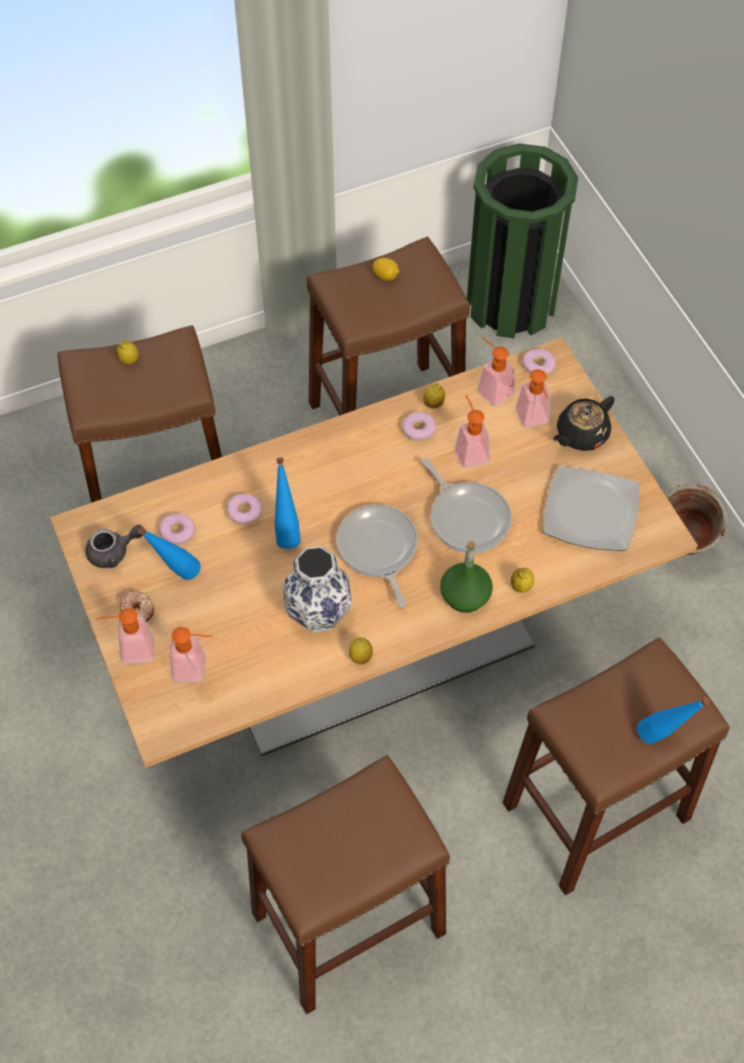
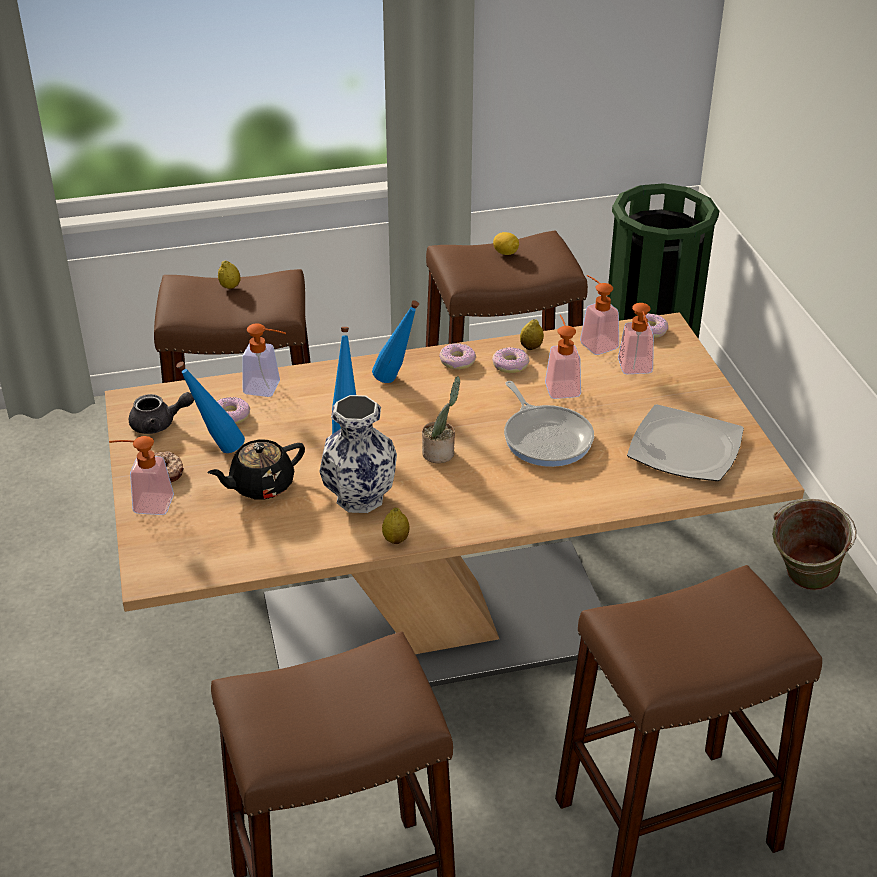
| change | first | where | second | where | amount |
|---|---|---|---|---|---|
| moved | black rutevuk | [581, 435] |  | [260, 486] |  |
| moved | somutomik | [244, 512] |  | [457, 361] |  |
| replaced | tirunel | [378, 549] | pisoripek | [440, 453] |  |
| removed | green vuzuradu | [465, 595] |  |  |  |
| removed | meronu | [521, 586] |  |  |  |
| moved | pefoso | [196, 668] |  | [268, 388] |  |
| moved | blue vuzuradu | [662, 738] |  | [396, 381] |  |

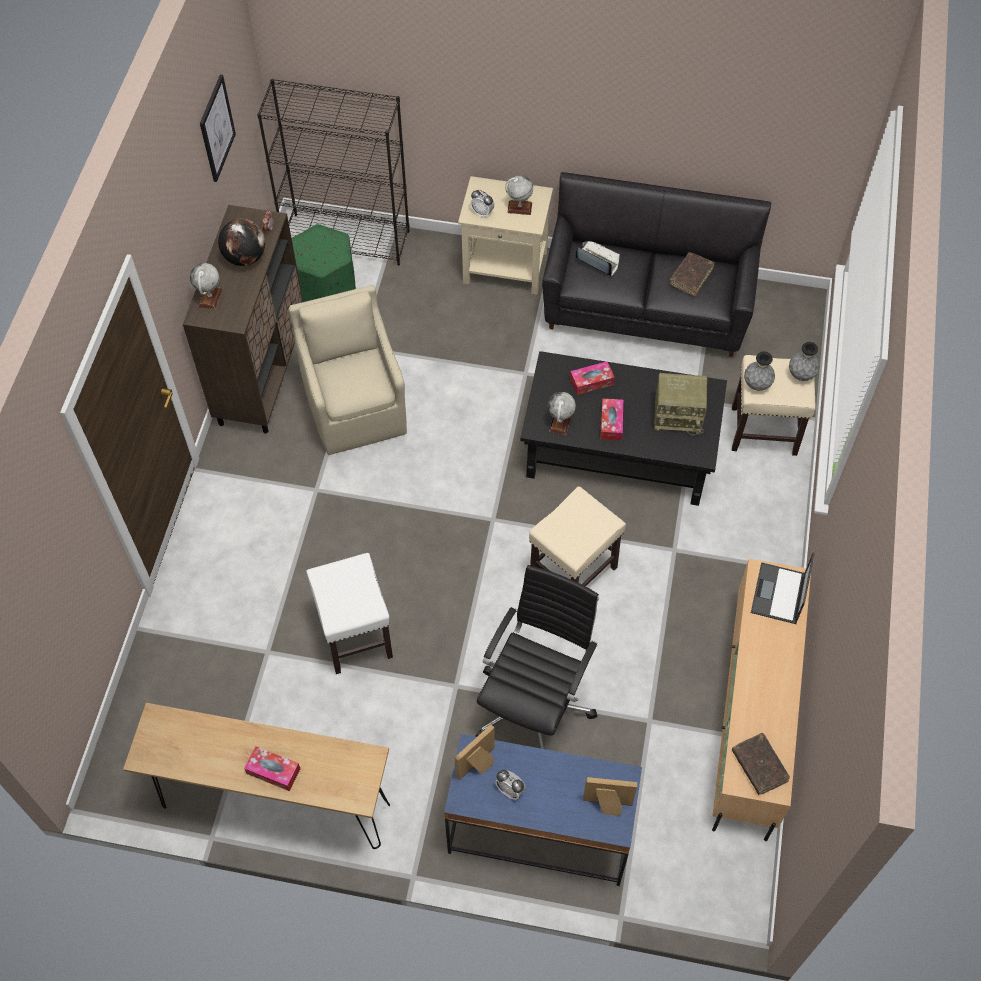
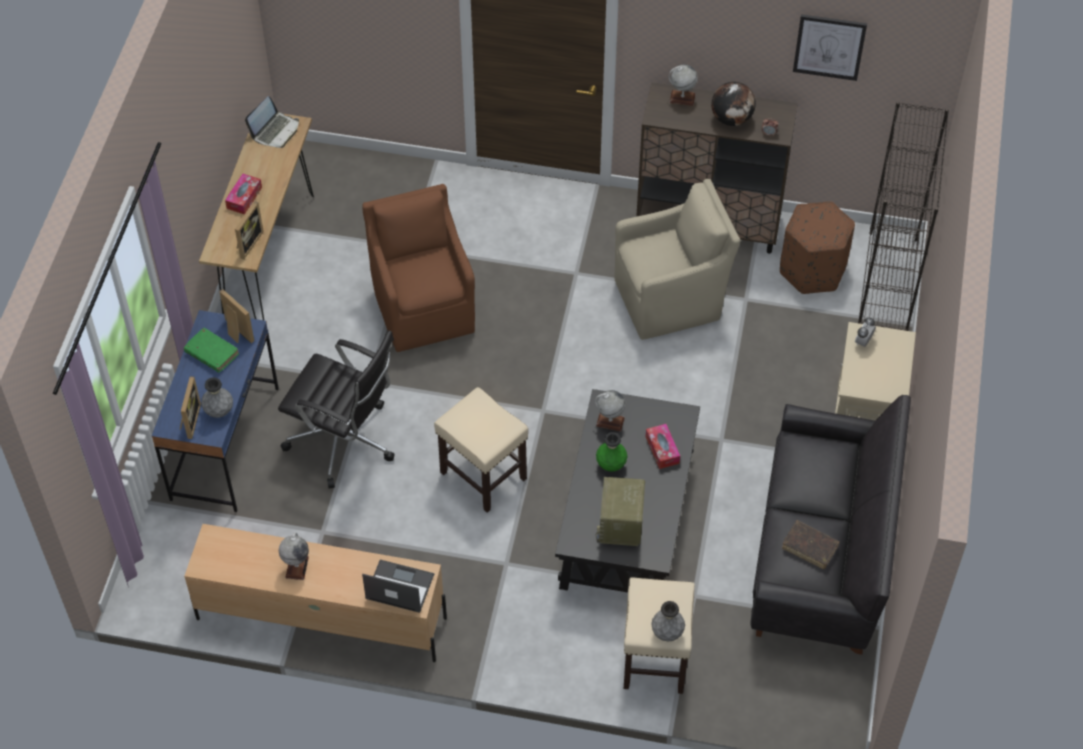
| change | first | where | second | where | amount |
|---|---|---|---|---|---|
| moved | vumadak | [519, 208] |  | [297, 567] |  |
| recoloured | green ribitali | [326, 293] | brown ribitali | [813, 270] |  |
| moved | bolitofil | [597, 261] |  | [275, 131] |  |
| moved | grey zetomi | [756, 384] |  | [219, 411] |  |
| replaced | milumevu | [611, 423] | green zetomi | [611, 465] |  |
| replaced | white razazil | [355, 634] | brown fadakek | [423, 307] |  |
| removed | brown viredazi | [759, 766] |  |  |  |
| replaced | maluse | [510, 790] | green viredazi | [212, 354] |  |
| added |  |  | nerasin | [247, 243] |  |

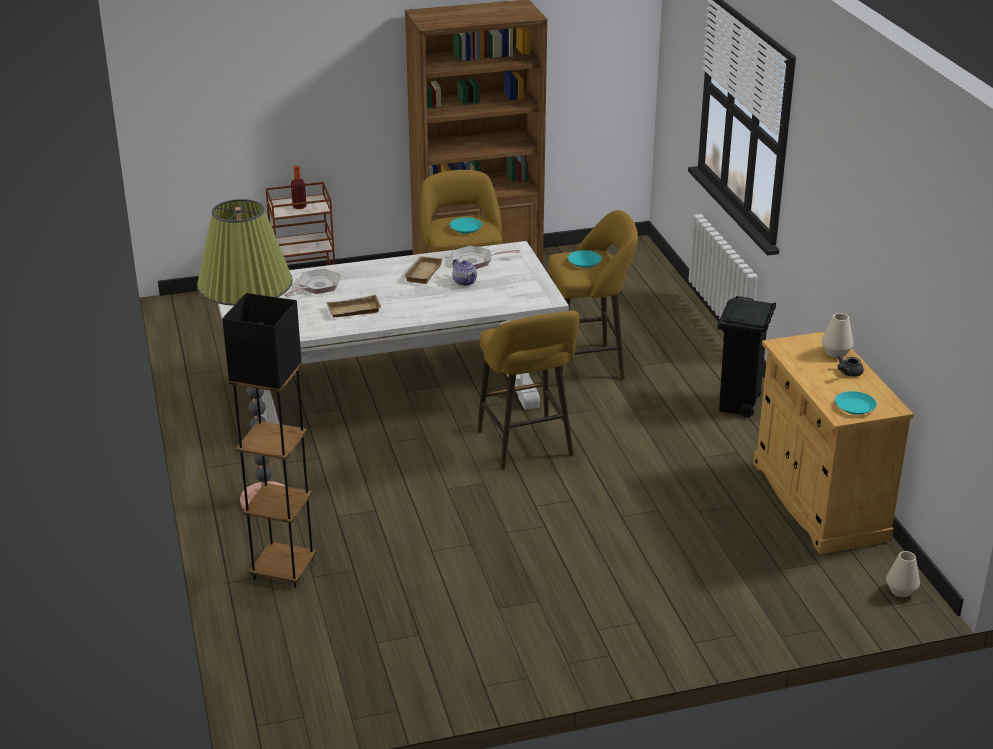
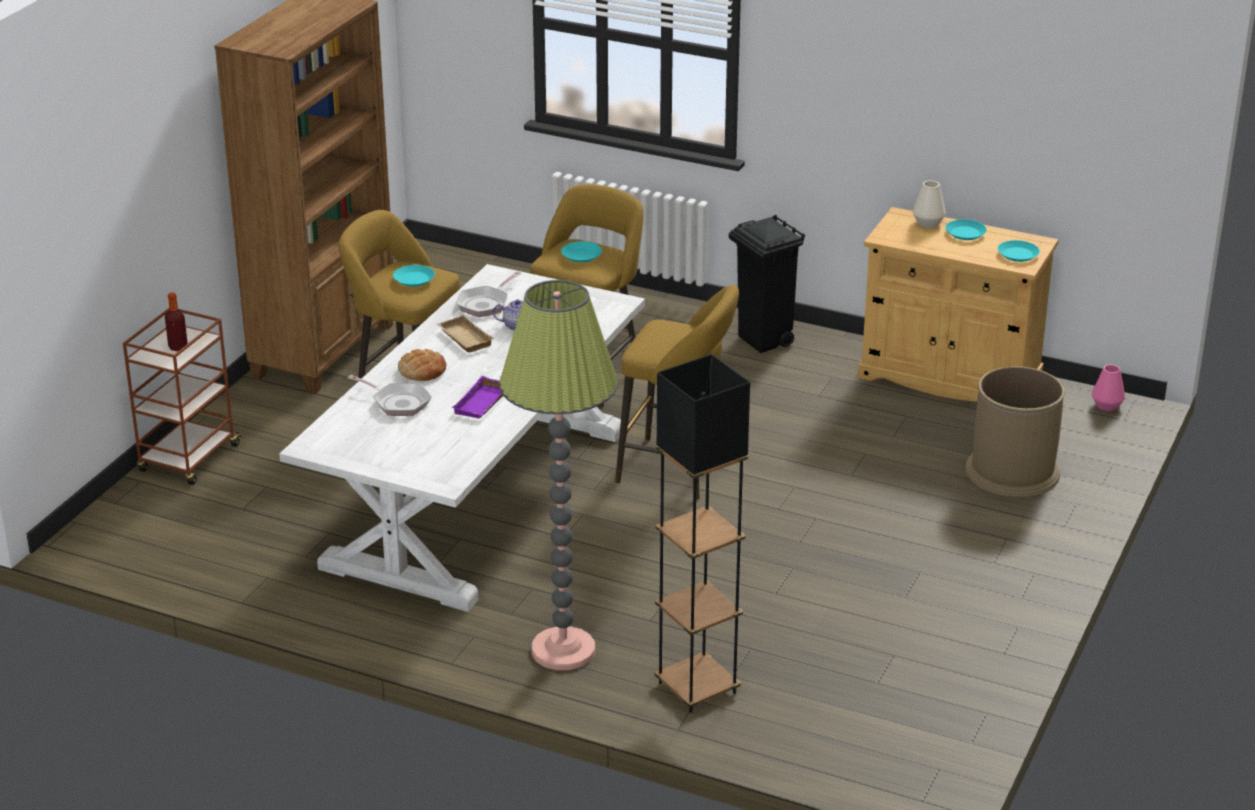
| change | first | where | second | where | amount |
|---|---|---|---|---|---|
| turned | tirunel | [317, 286] |  | [397, 402] | 135 degrees clockwise |
| recoloured | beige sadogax | [353, 311] | purple sadogax | [483, 404] |  |
| replaced | grey rutevuk | [848, 373] | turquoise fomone | [966, 233] |  |
| recoloured | white zetomi | [901, 590] | pink zetomi | [1107, 406] |  |
| added |  |  | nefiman | [422, 370] |  |
| added |  |  | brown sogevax | [1012, 471] |  |

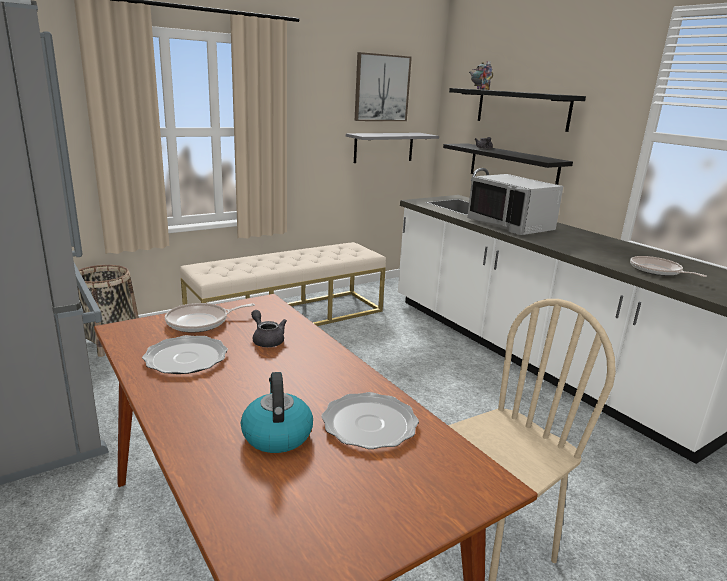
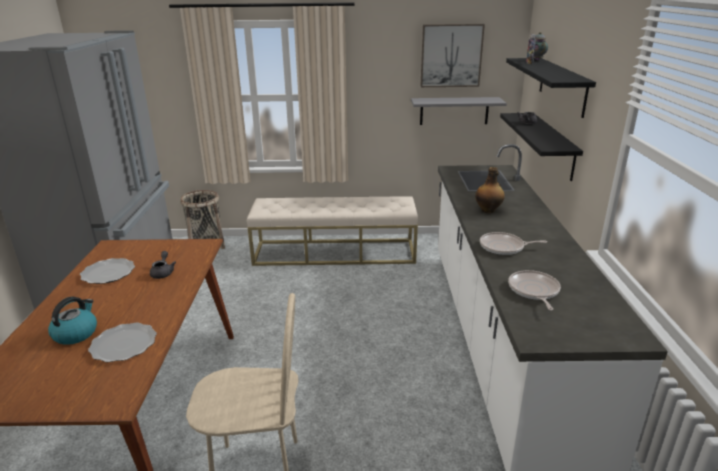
| change | first | where | second | where | amount |
|---|---|---|---|---|---|
| replaced | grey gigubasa | [511, 226] | vuzuradu | [488, 210] |  |
| moved | tirunel | [201, 322] |  | [504, 247] |  |

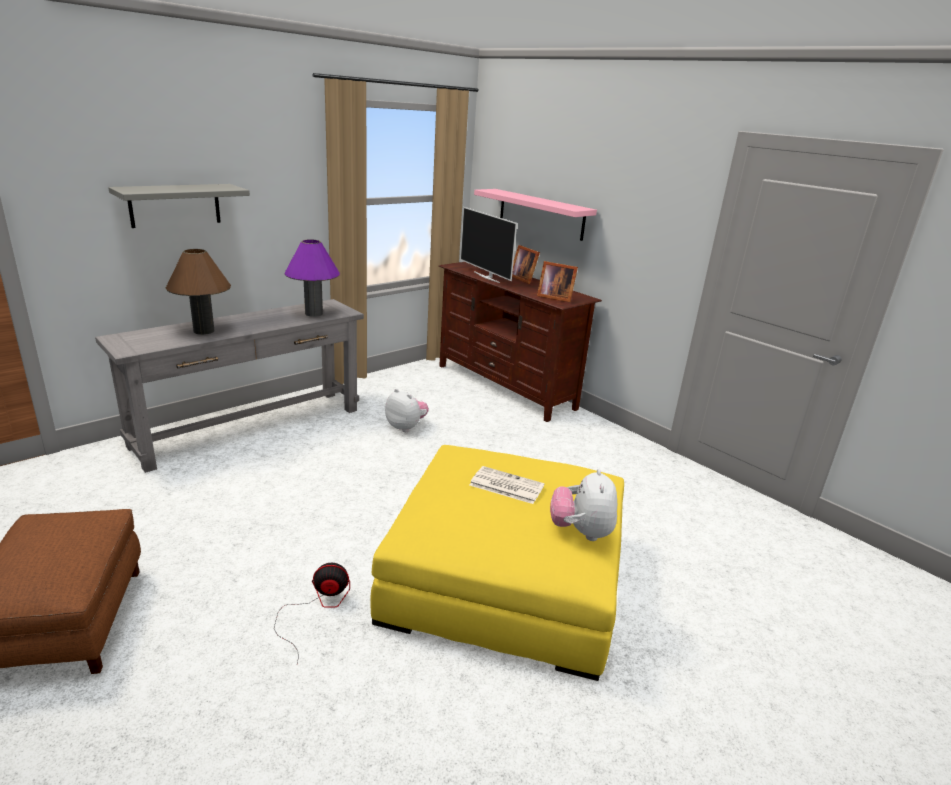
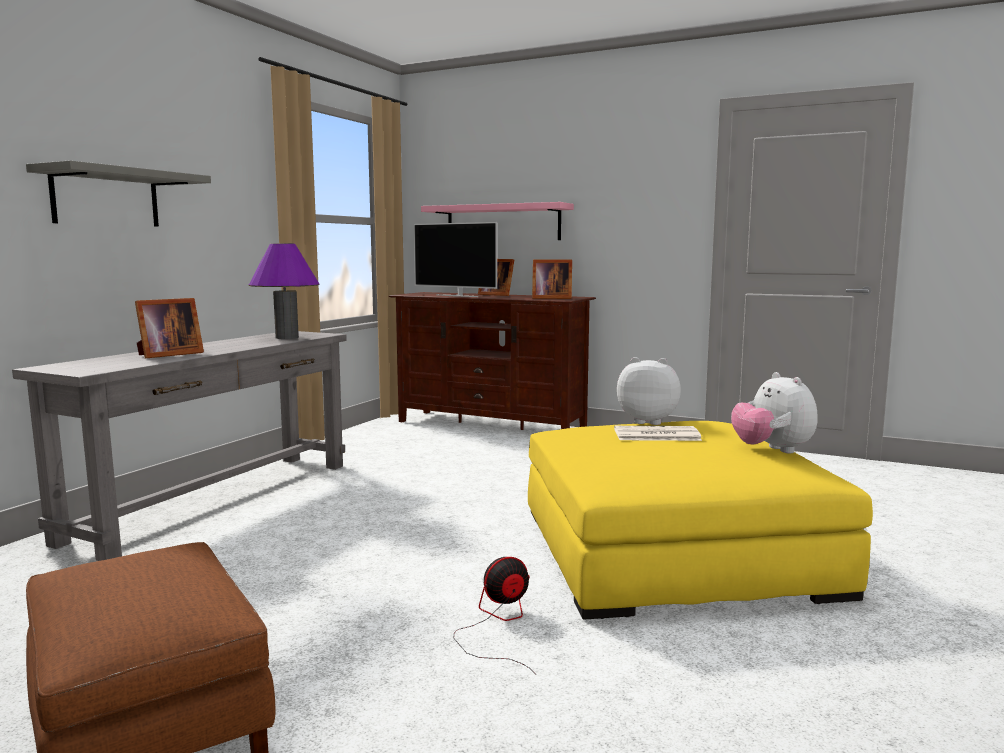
| change | first | where | second | where | amount |
|---|---|---|---|---|---|
| replaced | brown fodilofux | [204, 331] | nerasin | [167, 355] |  |
| moved | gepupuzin | [406, 427] |  | [648, 421] |  |

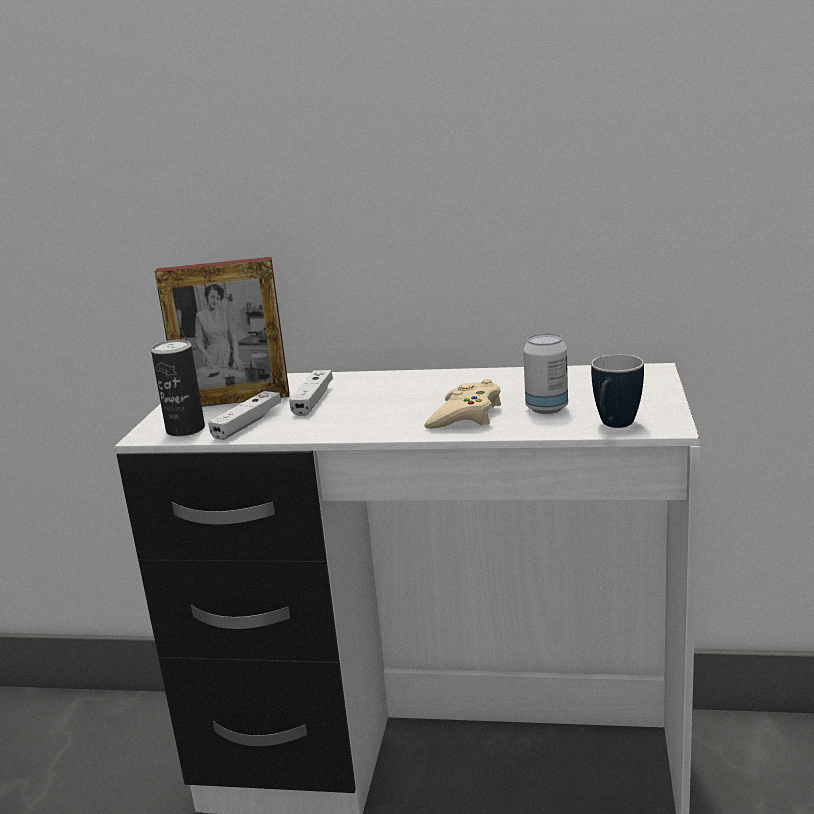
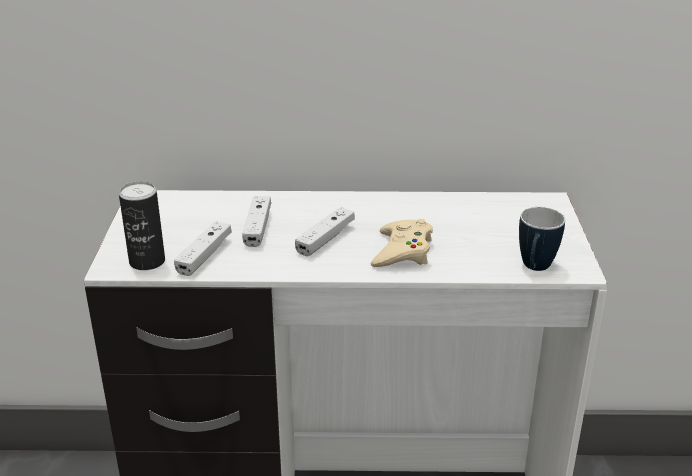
| change | first | where | second | where | amount |
|---|---|---|---|---|---|
| removed | nerasin | [234, 400] |  |  |  |
| removed | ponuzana | [546, 408] |  |  |  |
| added |  |  | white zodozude | [325, 239] |  |

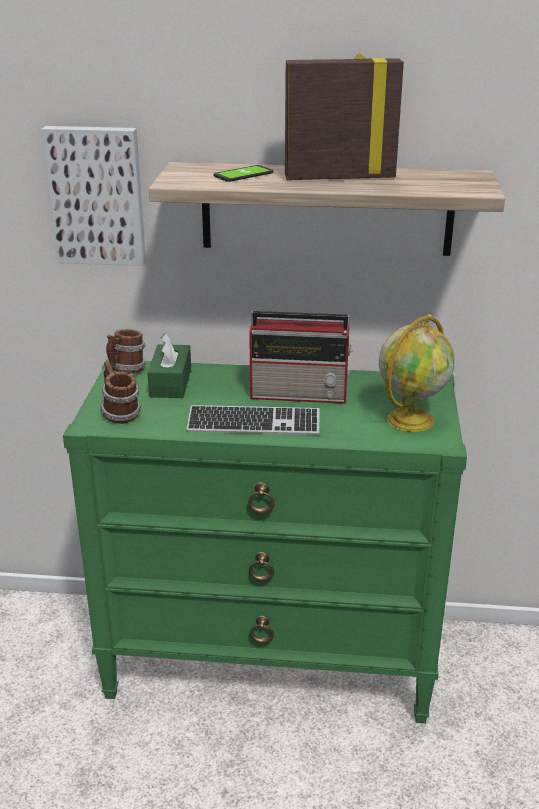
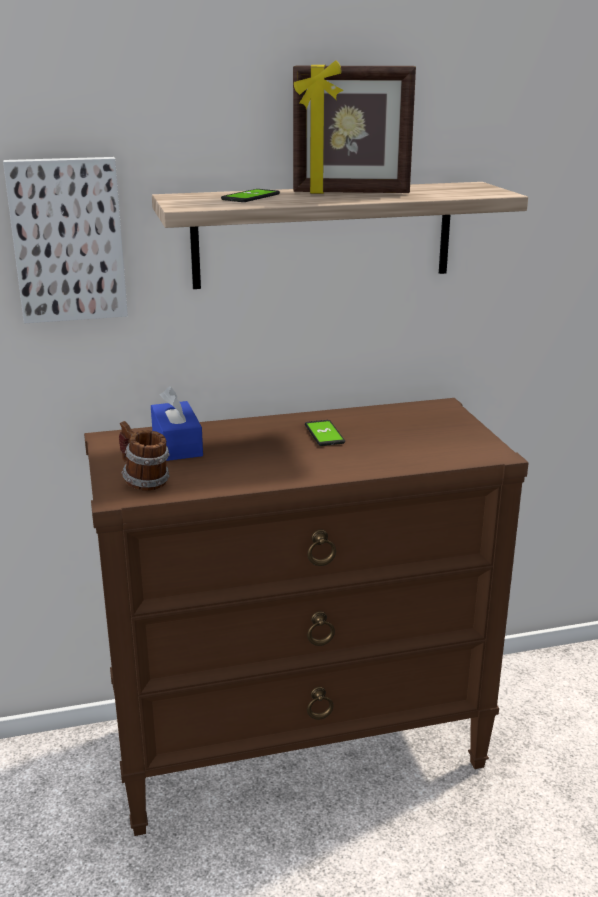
| change | first | where | second | where | amount |
|---|---|---|---|---|---|
| turned | nerasin | [339, 177] |  | [351, 193] | 150 degrees counterclockwise |
| replaced | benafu | [301, 394] | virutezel | [324, 434] |  |
| removed | vumadak | [410, 419] |  |  |  |
| removed | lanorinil | [126, 371] |  |  |  |
| recoloured | green milumevu | [170, 383] | blue milumevu | [177, 444] |  |
| recoloured | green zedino | [271, 660] | brown zedino | [300, 746] |  |
| removed | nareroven | [253, 424] |  |  |  |

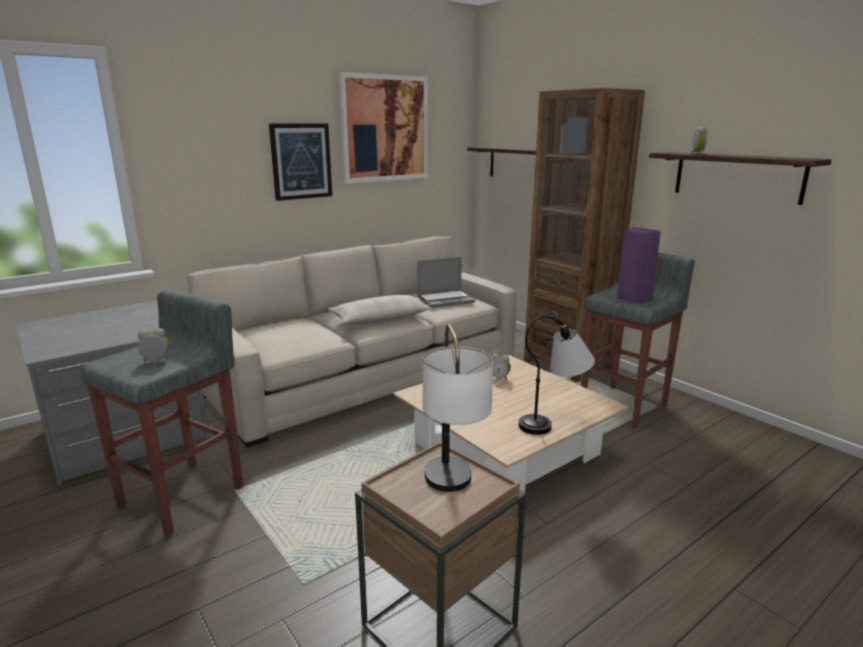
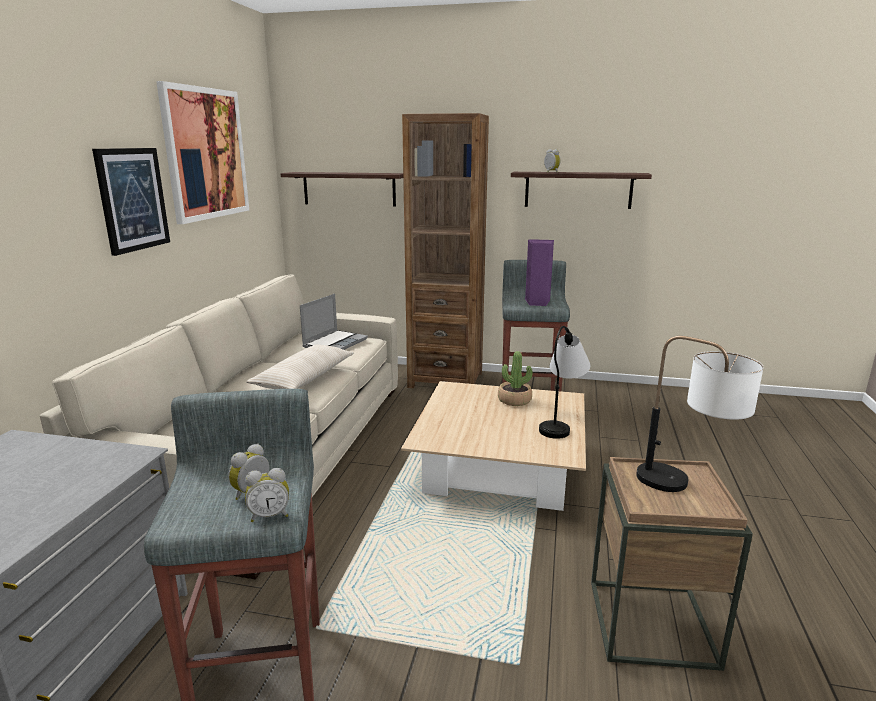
| change | first | where | second | where | amount |
|---|---|---|---|---|---|
| moved | maluse | [499, 378] |  | [269, 515] |  |
| added |  |  | pisoripek | [514, 400] |  |

